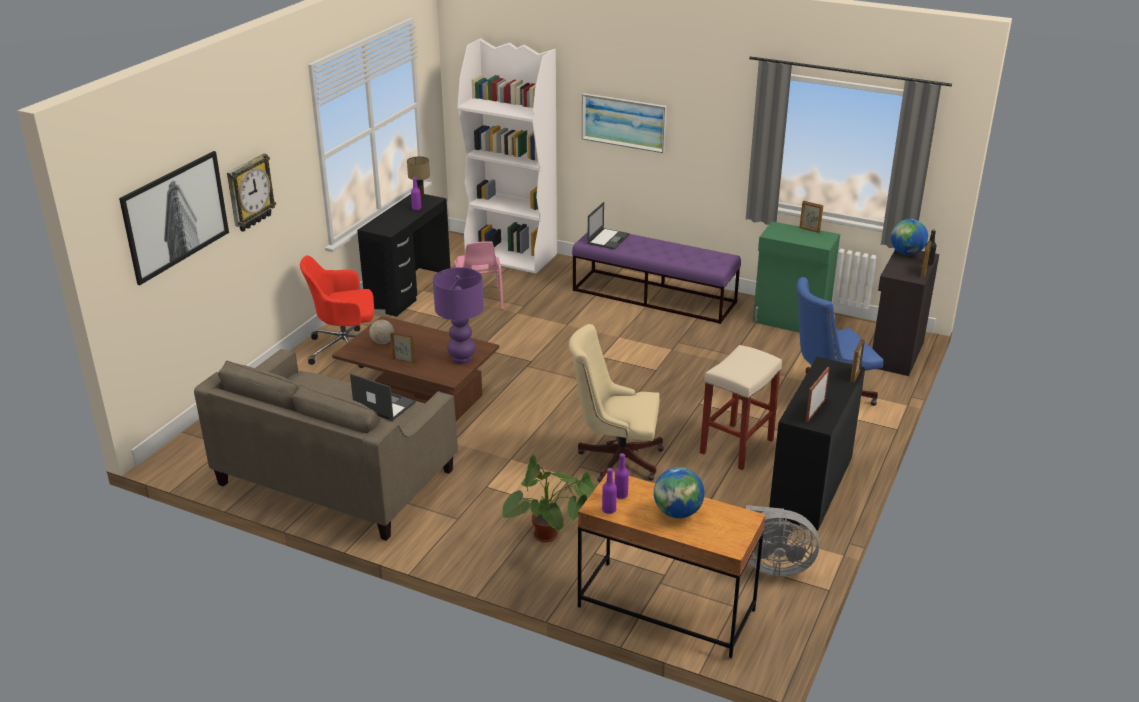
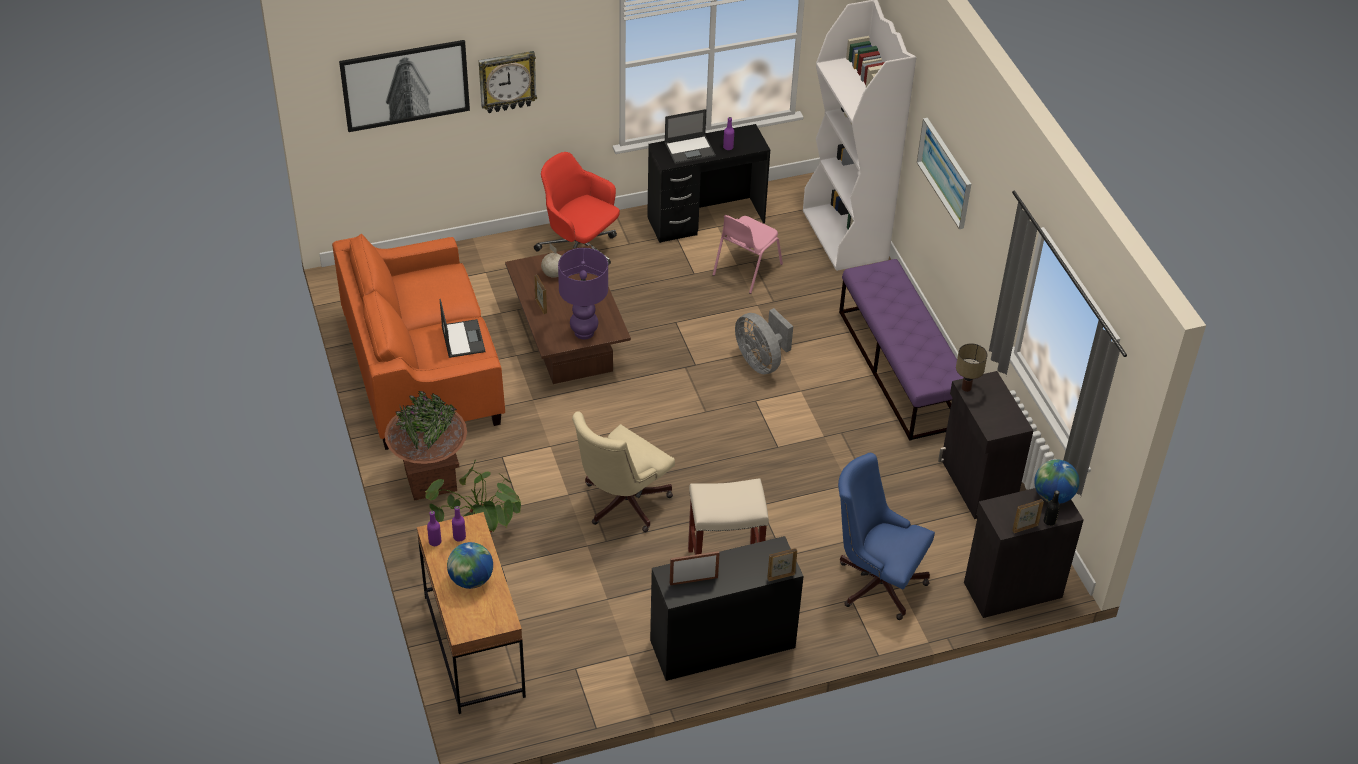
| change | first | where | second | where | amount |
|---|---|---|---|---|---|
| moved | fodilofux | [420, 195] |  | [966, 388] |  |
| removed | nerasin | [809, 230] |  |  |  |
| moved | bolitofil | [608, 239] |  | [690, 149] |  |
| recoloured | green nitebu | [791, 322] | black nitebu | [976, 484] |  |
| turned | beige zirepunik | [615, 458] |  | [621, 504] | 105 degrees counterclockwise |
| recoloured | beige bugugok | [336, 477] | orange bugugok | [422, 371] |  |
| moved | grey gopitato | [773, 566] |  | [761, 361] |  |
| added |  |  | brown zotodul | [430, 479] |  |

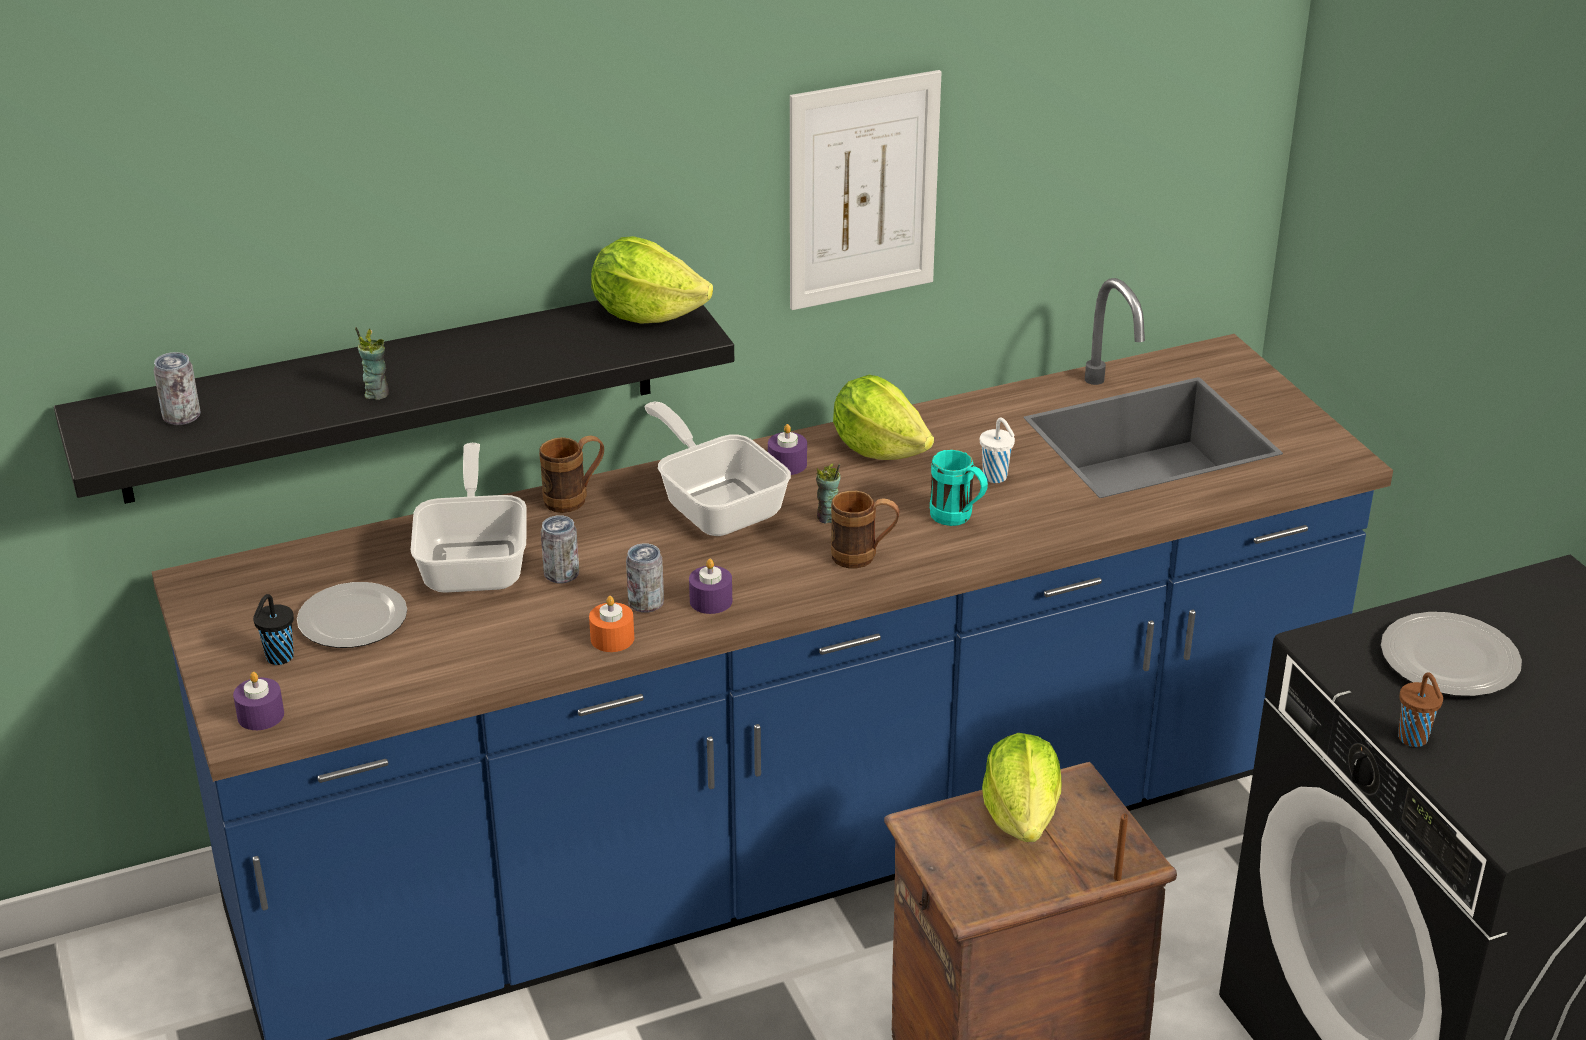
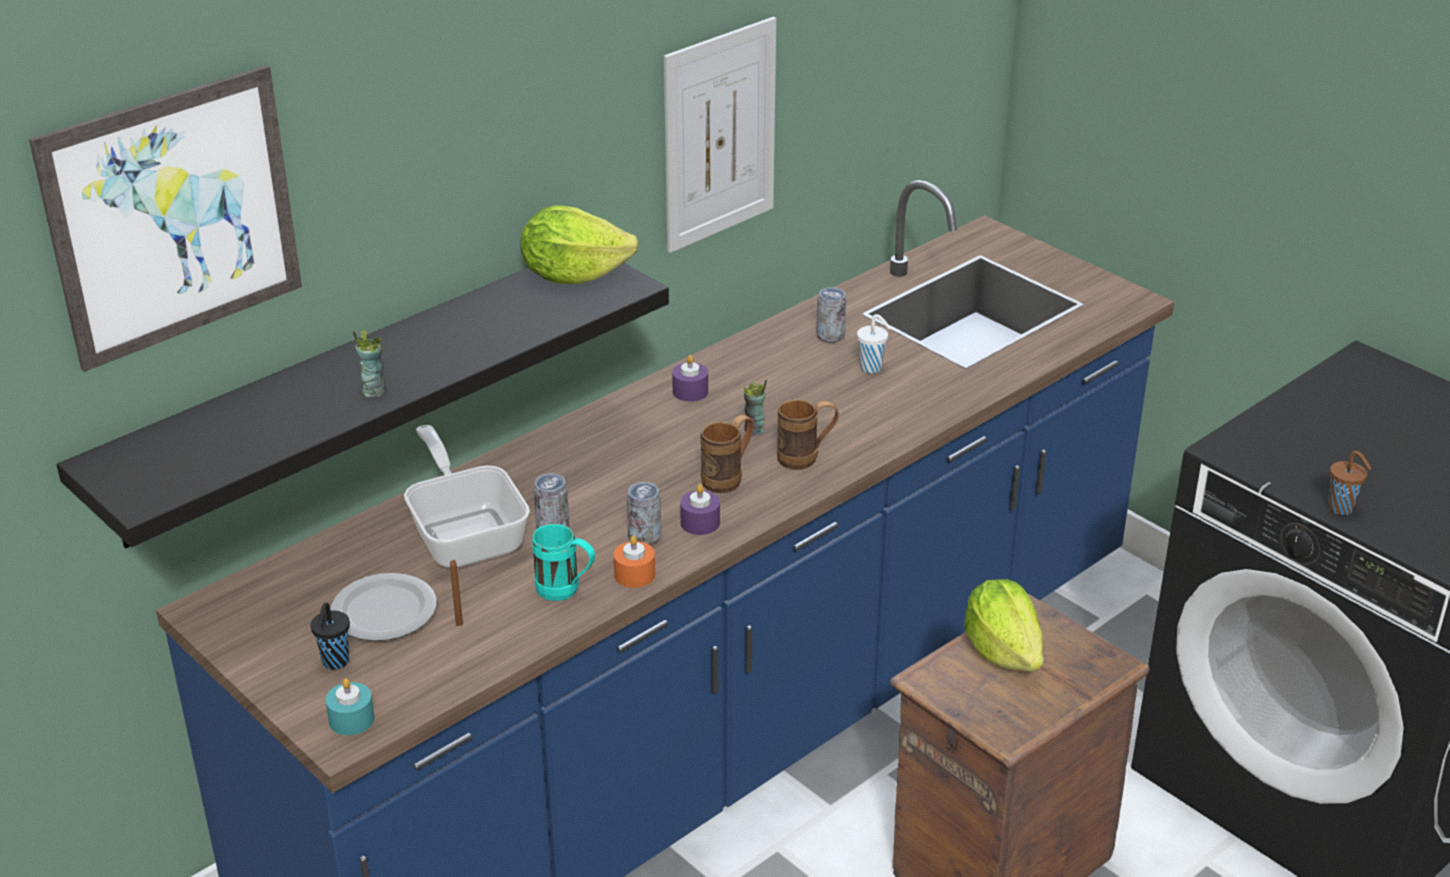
| change | first | where | second | where | amount |
|---|---|---|---|---|---|
| moved | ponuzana | [181, 416] |  | [830, 336] |  |
| removed | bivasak | [879, 448] |  |  |  |
| removed | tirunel | [717, 504] |  |  |  |
| moved | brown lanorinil | [575, 499] |  | [729, 478] |  |
| moved | turquoise lanorinil | [958, 519] |  | [566, 591] |  |
| removed | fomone | [1447, 660] |  |  |  |
| recoloured | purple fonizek | [260, 715] | turquoise fonizek | [351, 719] |  |
| moved | brown fonizek | [1117, 878] |  | [459, 623] |  |
| added |  |  | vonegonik | [173, 217] |  |

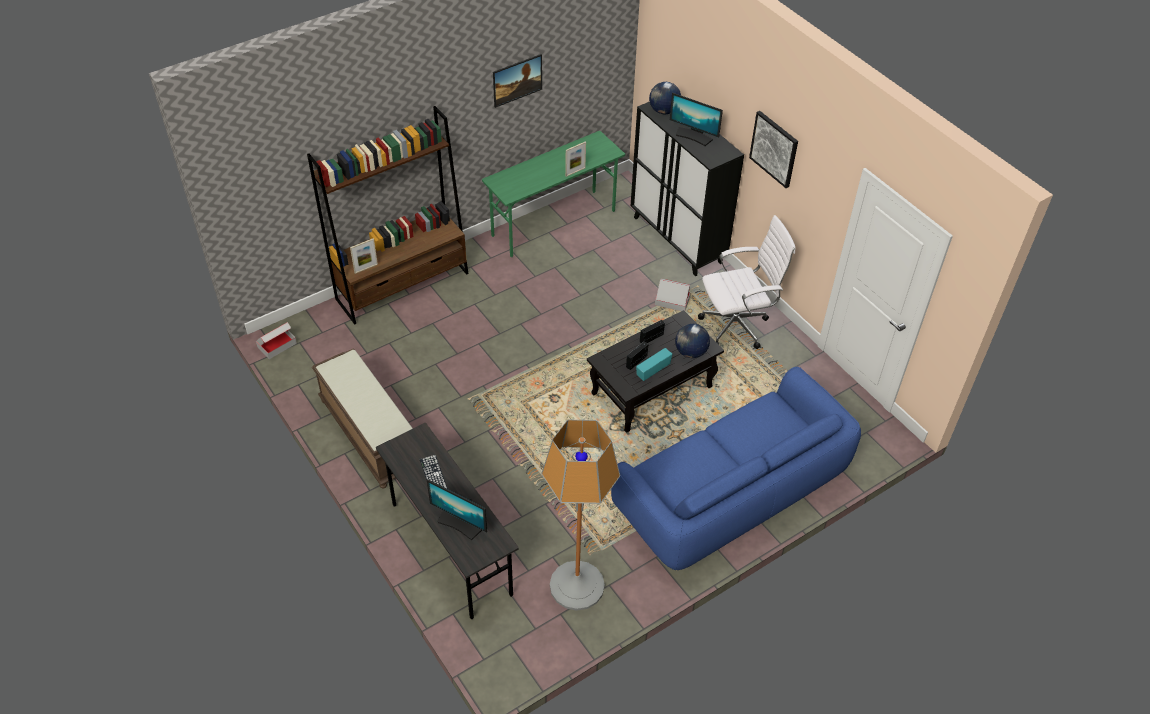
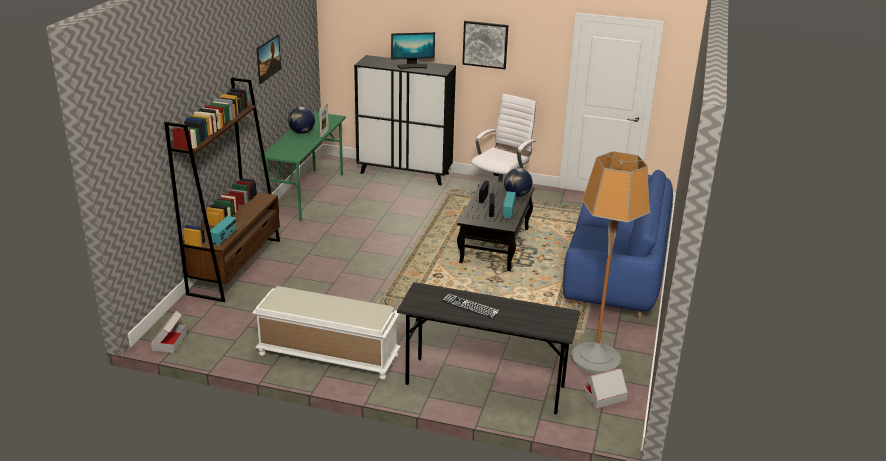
| change | first | where | second | where | amount |
|---|---|---|---|---|---|
| moved | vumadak | [663, 111] |  | [302, 132] |  |
| replaced | nerasin | [366, 268] | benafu | [224, 238] |  |
| moved | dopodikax | [672, 301] |  | [604, 397] |  |
| recoloured | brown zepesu | [369, 434] | white zepesu | [327, 355] |  |
| removed | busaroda | [460, 523] |  |  |  |

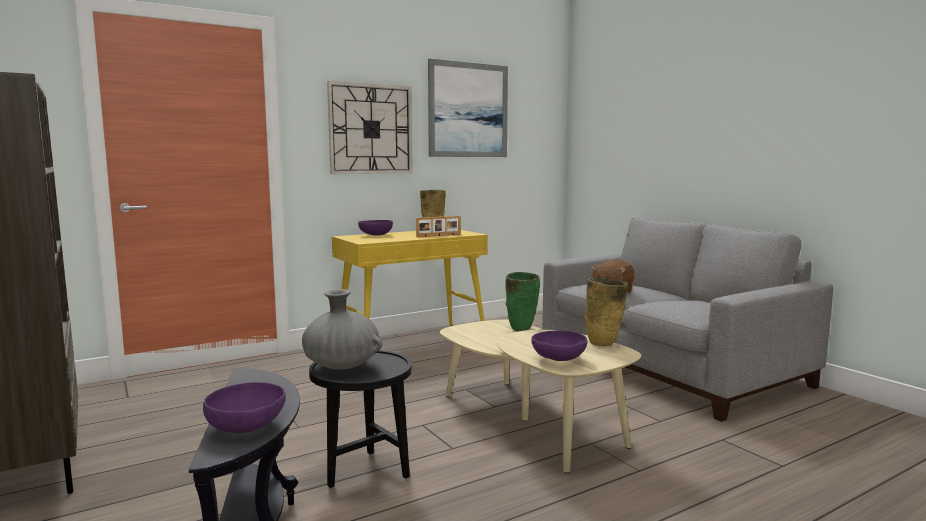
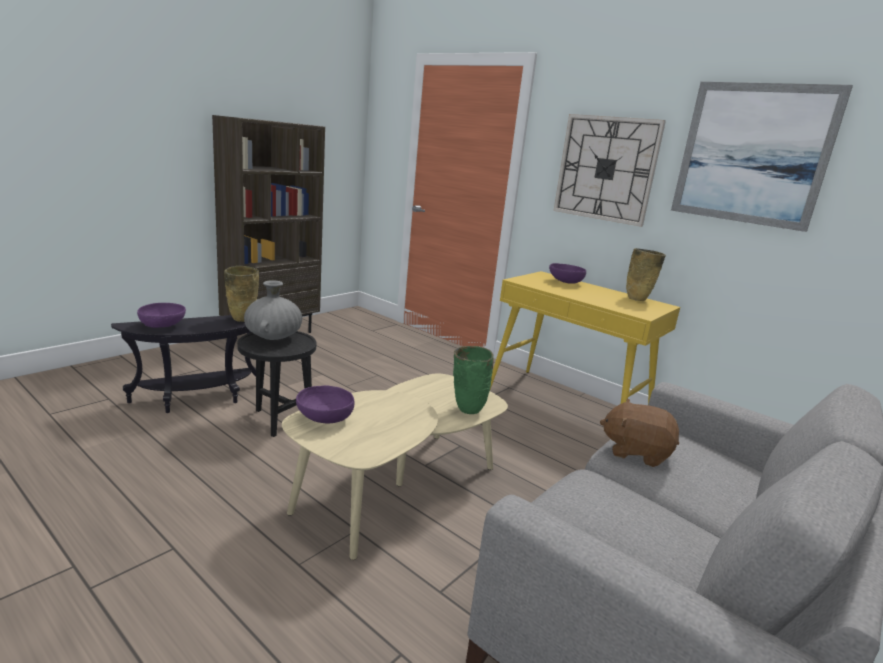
| change | first | where | second | where | amount |
|---|---|---|---|---|---|
| removed | nerasin | [439, 236] |  |  |  |
| moved | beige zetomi | [604, 344] |  | [242, 320] |  |

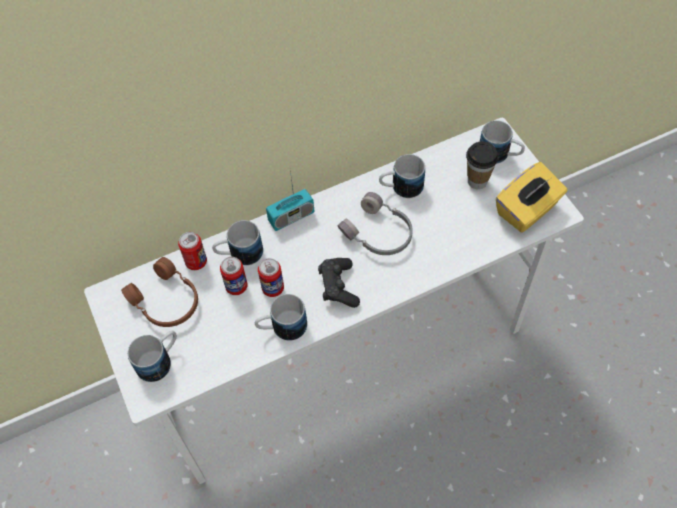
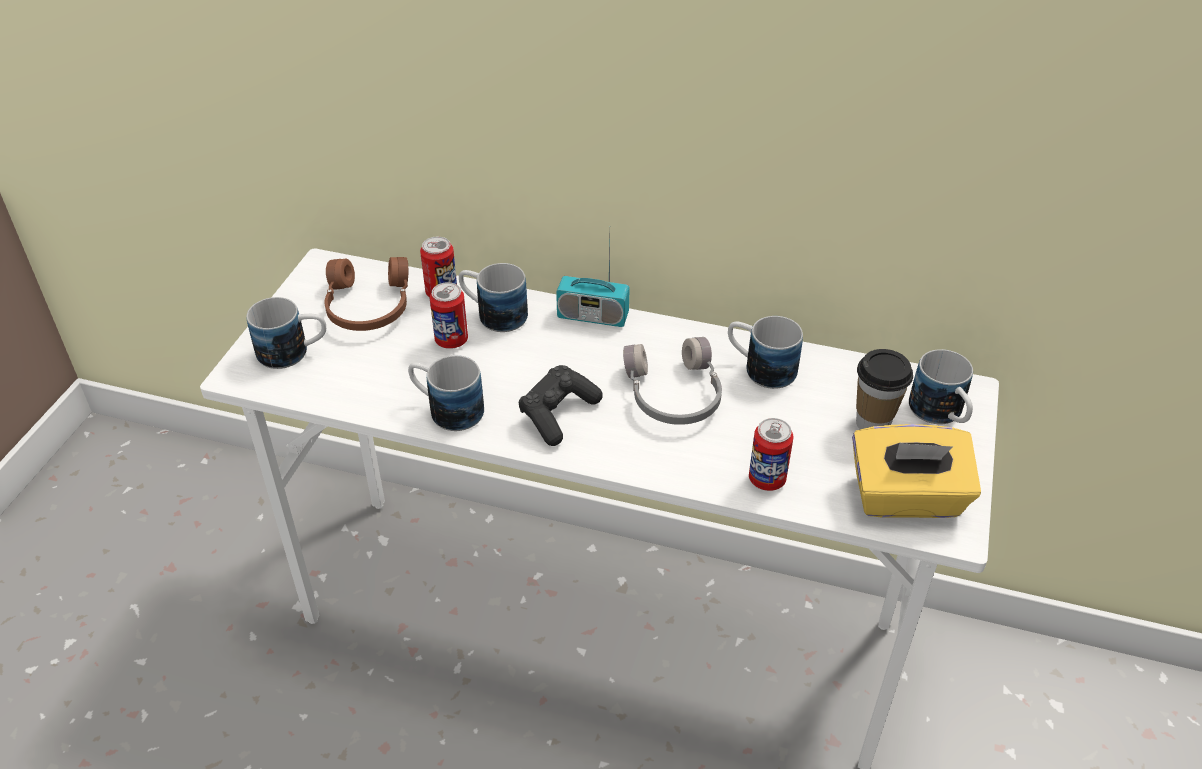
| change | first | where | second | where | amount |
|---|---|---|---|---|---|
| moved | ponuzana | [273, 288] |  | [767, 479] |  |

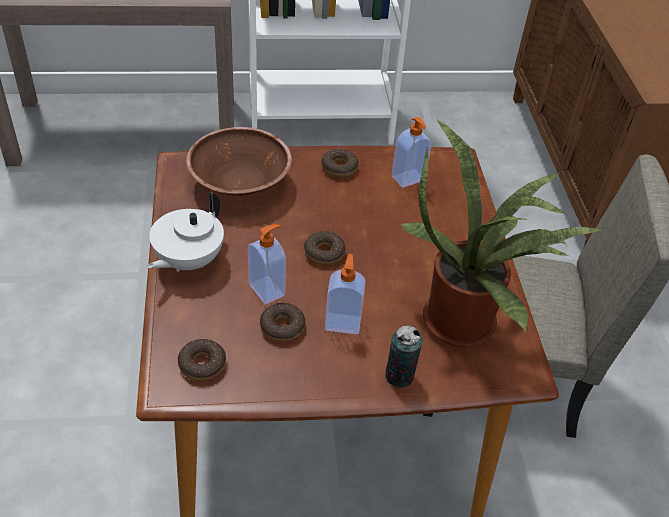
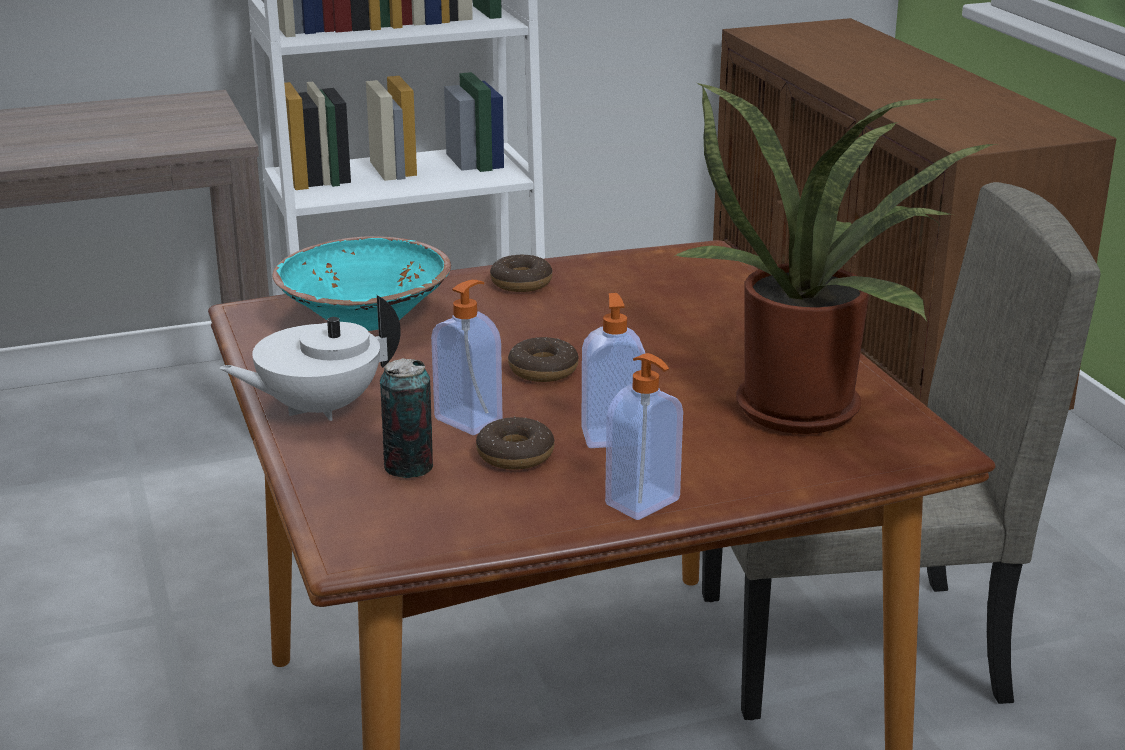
| change | first | where | second | where | amount |
|---|---|---|---|---|---|
| moved | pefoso | [408, 179] |  | [644, 503] |  |
| recoloured | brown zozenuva | [240, 183] | turquoise zozenuva | [366, 318] |  |
| turned | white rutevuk | [187, 260] |  | [318, 408] | 45 degrees clockwise |
| moved | ponuzana | [399, 376] |  | [409, 467] |  |
| removed | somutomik | [202, 364] |  |  |  |

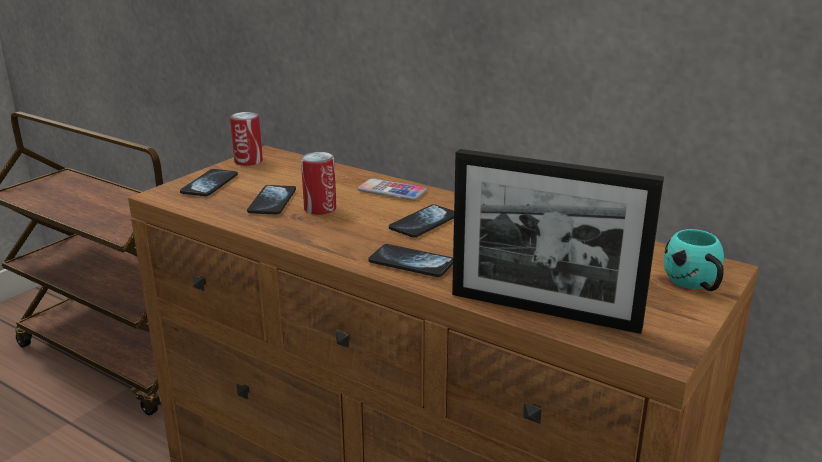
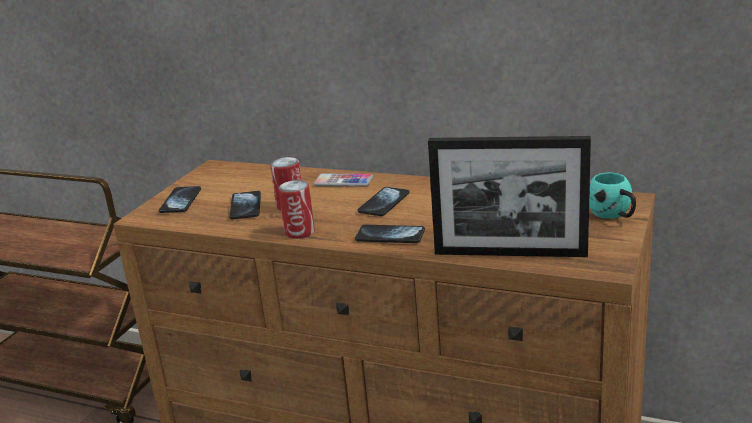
| change | first | where | second | where | amount |
|---|---|---|---|---|---|
| moved | ponuzana | [248, 161] |  | [299, 232] |  |

